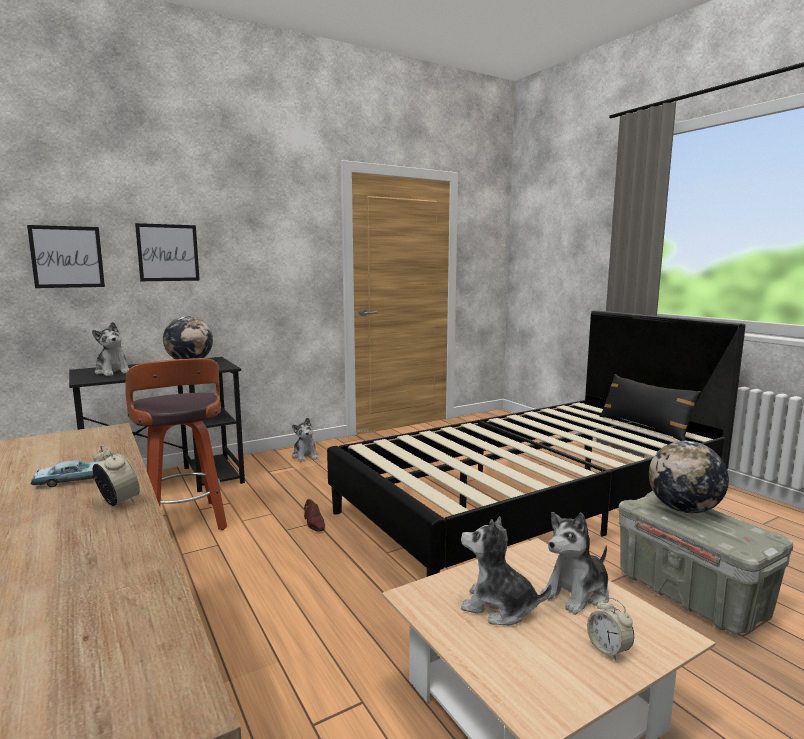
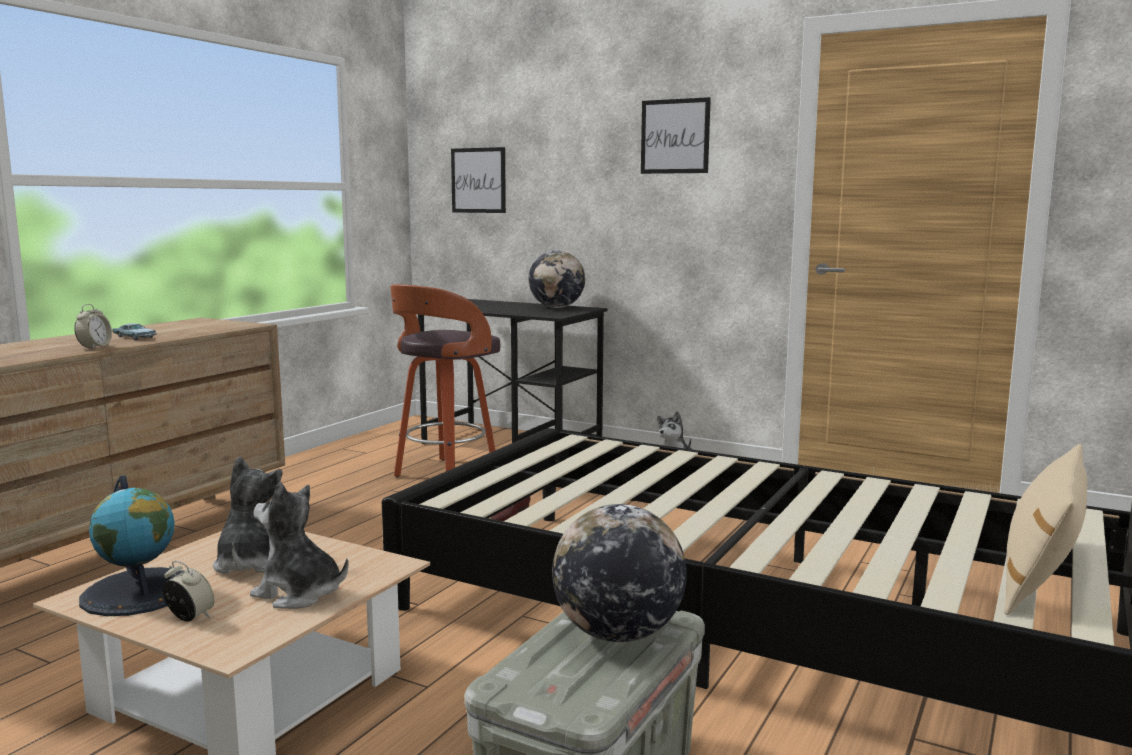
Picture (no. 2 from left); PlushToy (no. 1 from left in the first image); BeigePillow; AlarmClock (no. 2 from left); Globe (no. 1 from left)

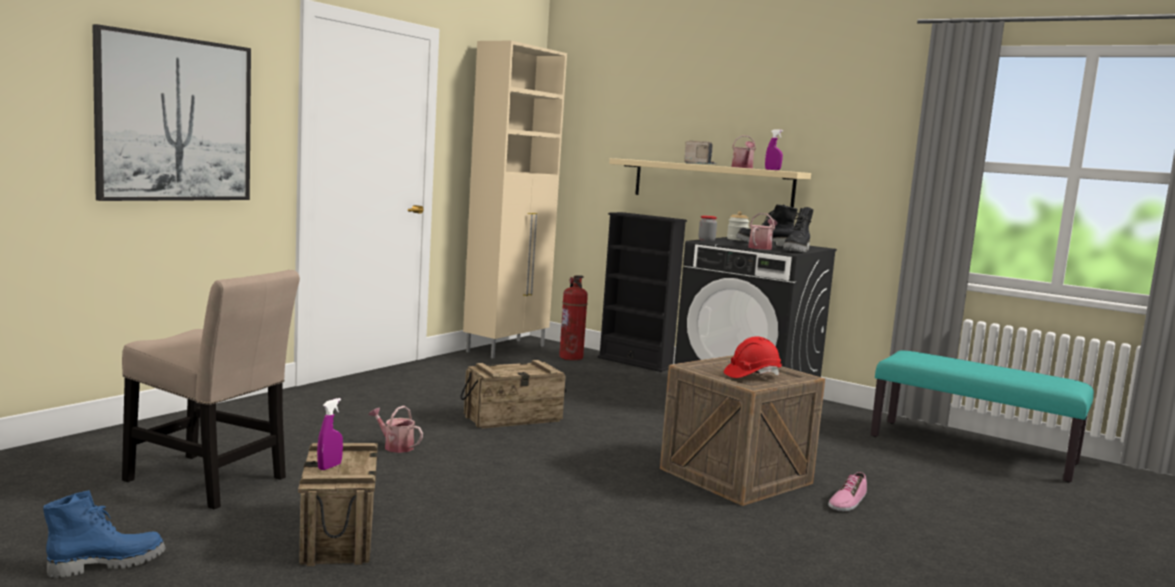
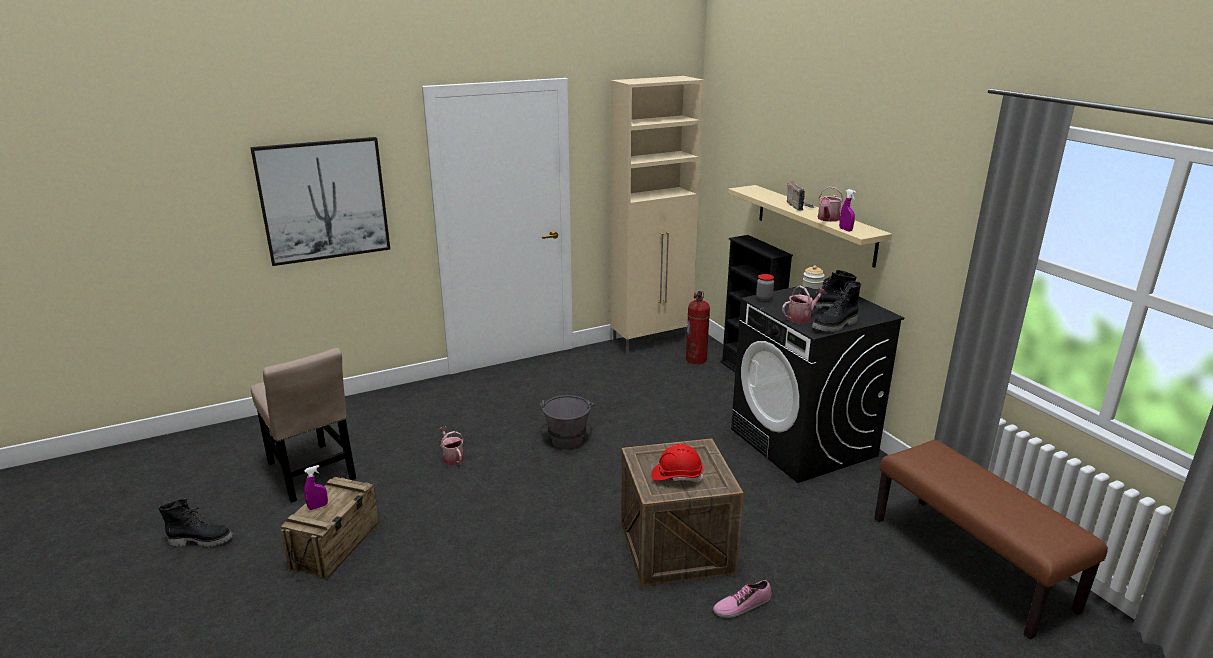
BrownBench; GreyBucket; BlackBoot (no. 1 from left)

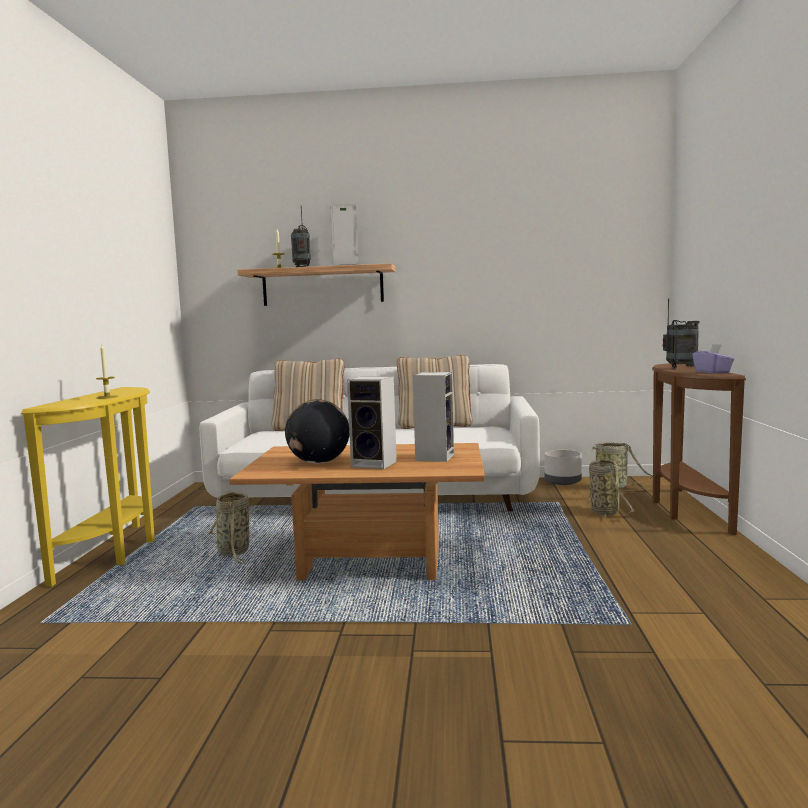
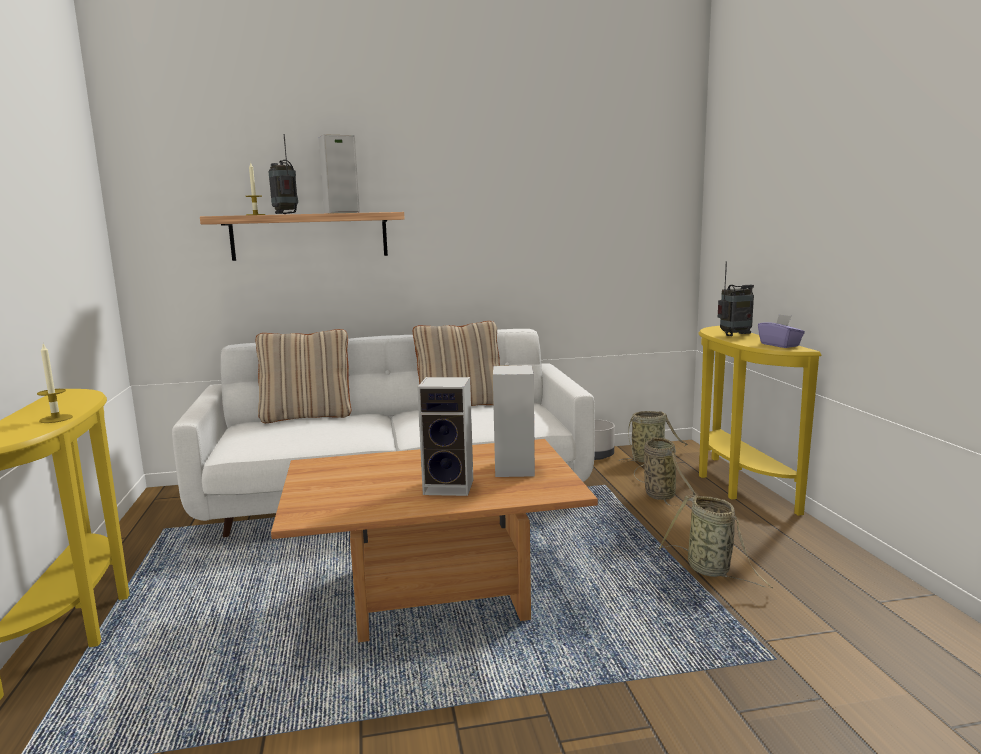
YellowConsoleTable (no. 2 from left); Globe; Basket (no. 3 from left)

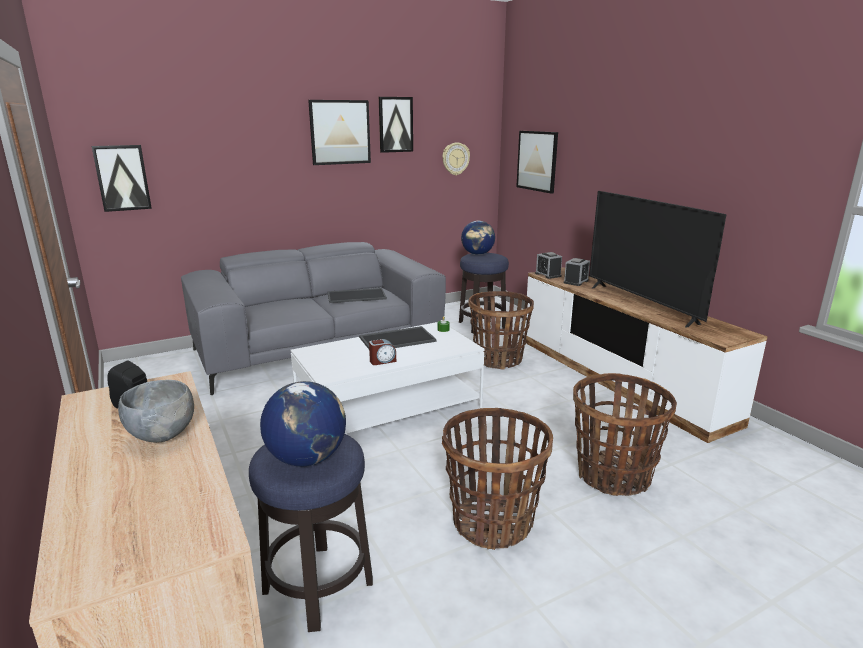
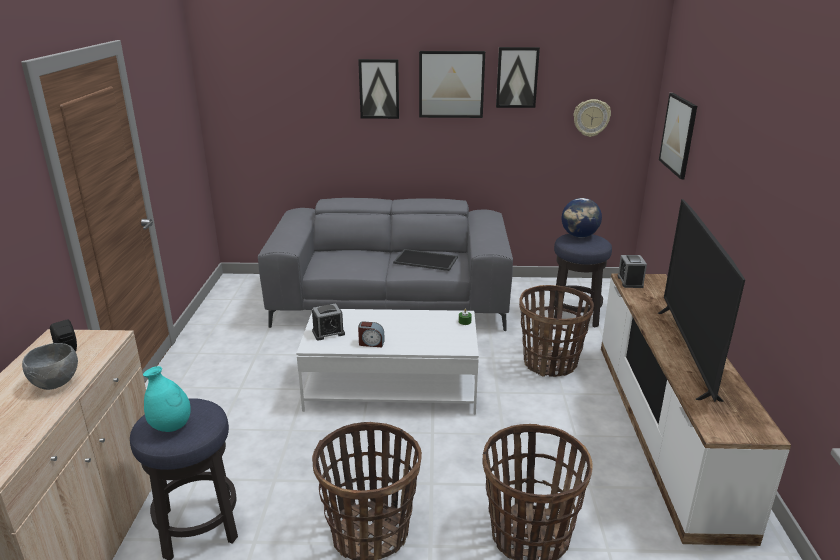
Picture (no. 1 from left); AlarmClock (no. 1 from left); Tray (no. 2 from left in the first image); TurquoiseVase

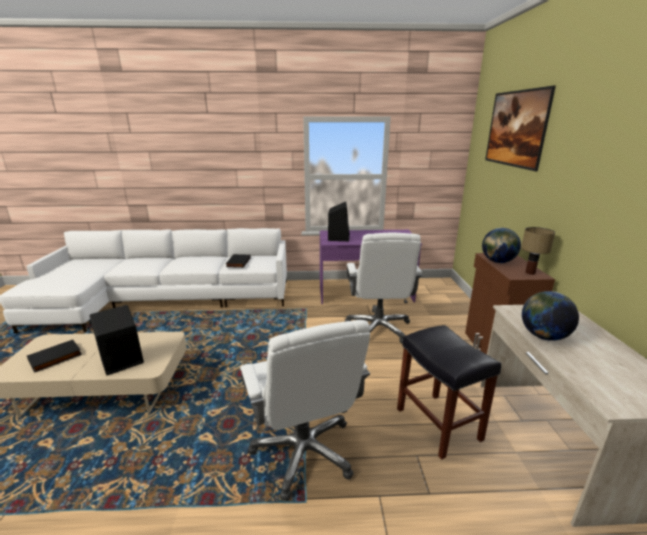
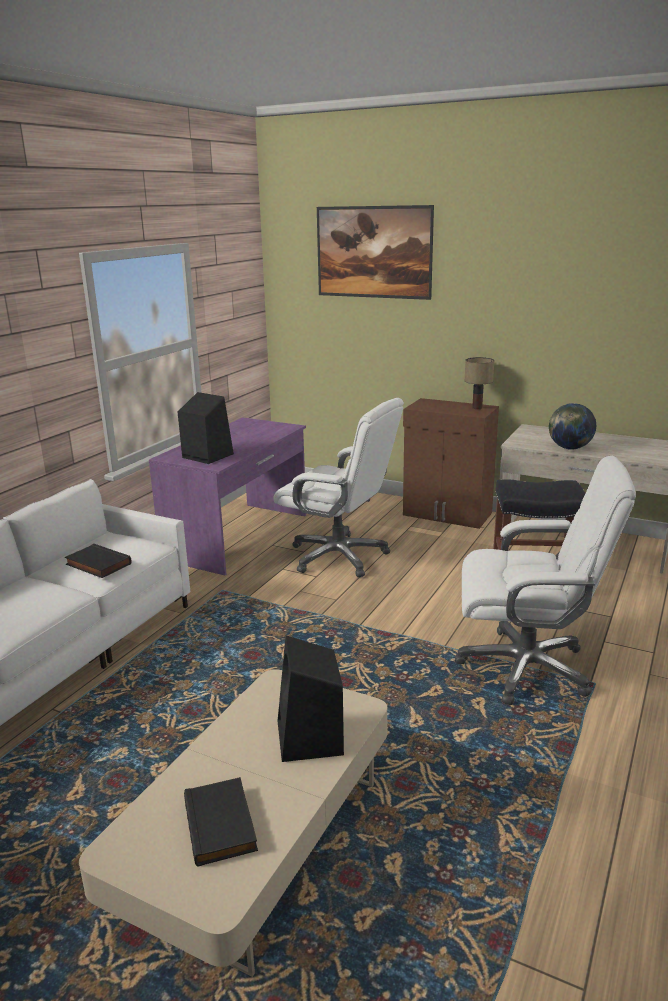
Globe (no. 1 from left in the first image)

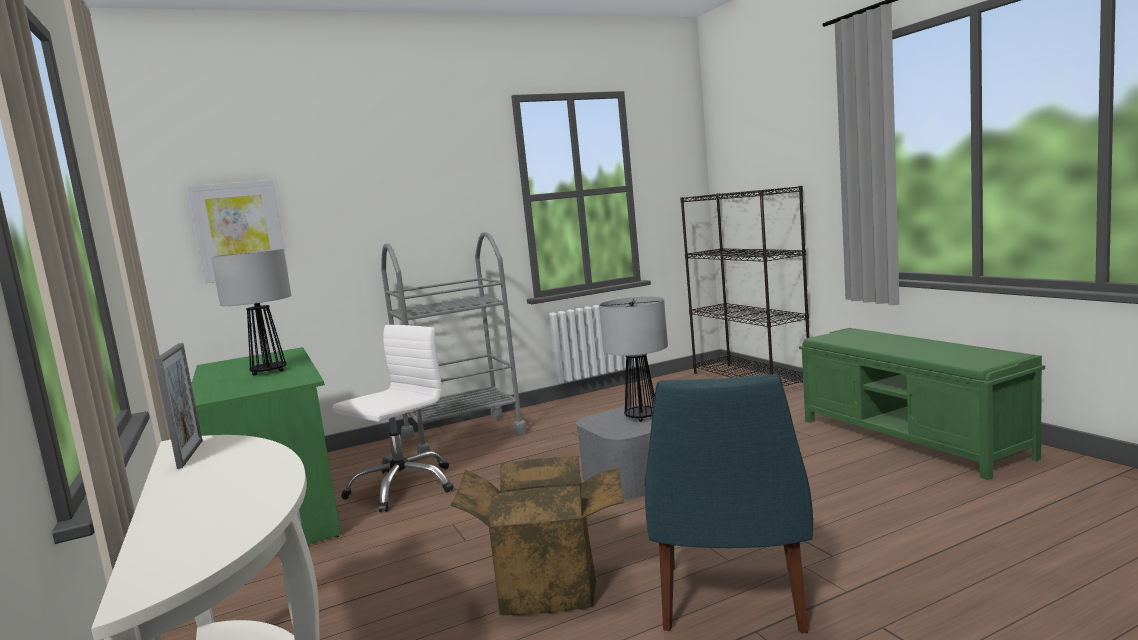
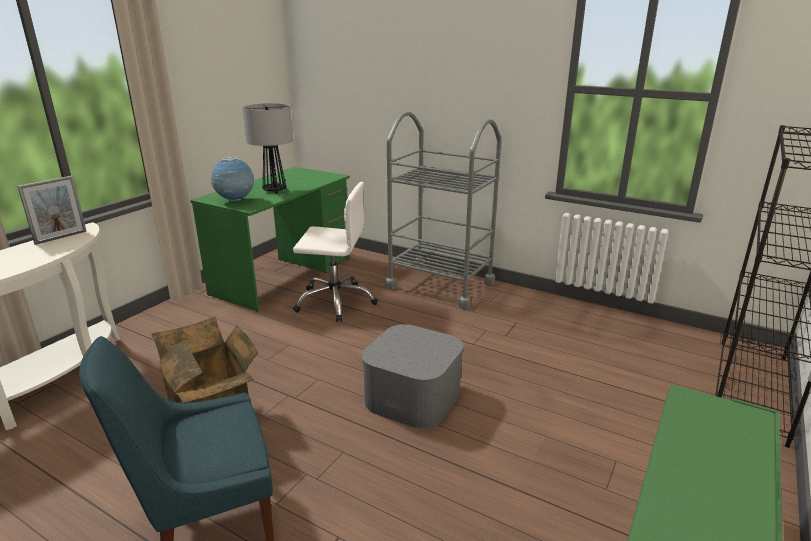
Picture; TableLamp (no. 2 from left in the first image); Globe

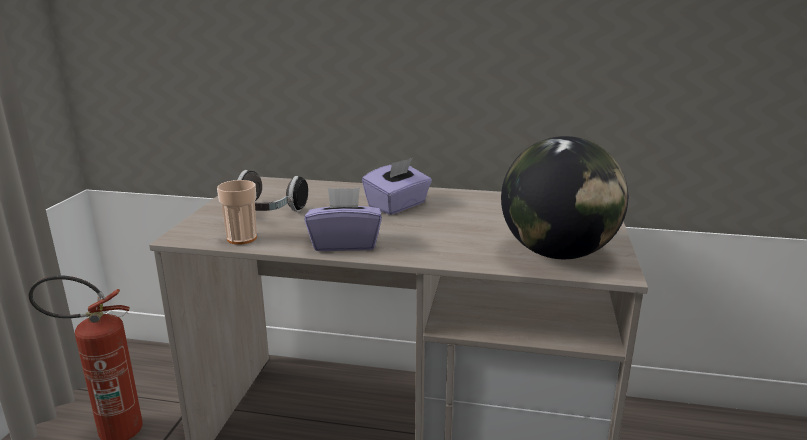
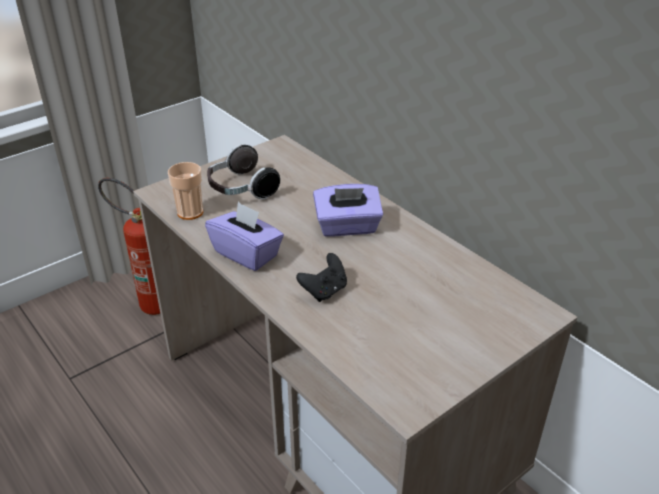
Globe; BlackGameController

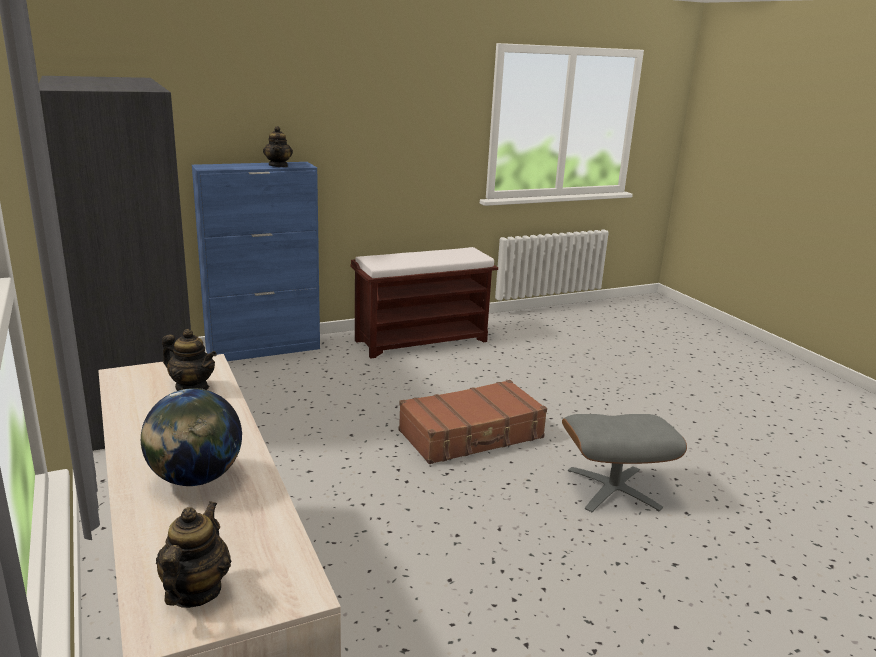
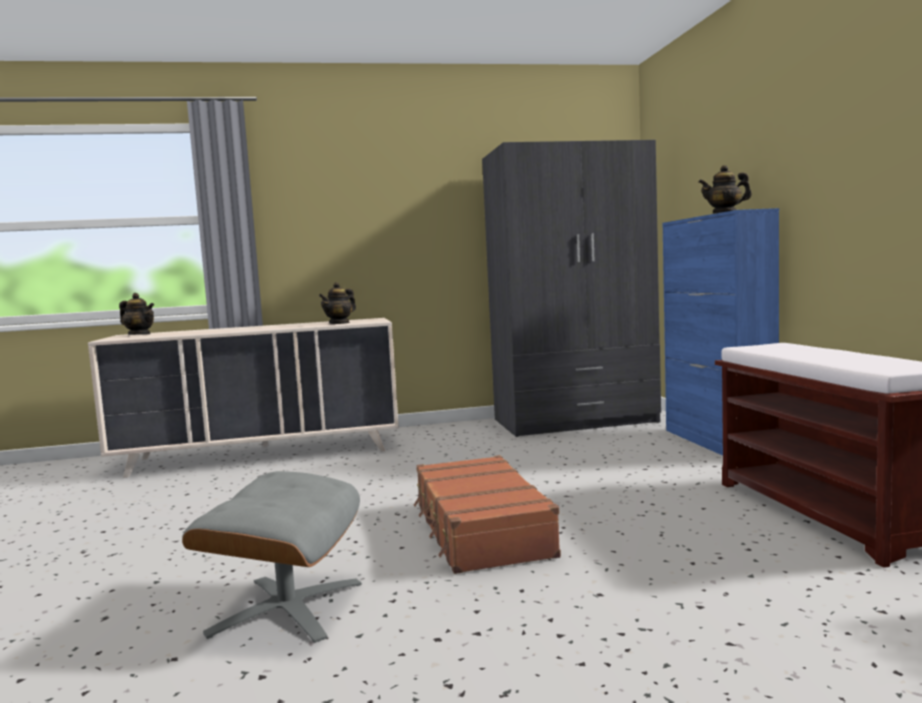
Globe

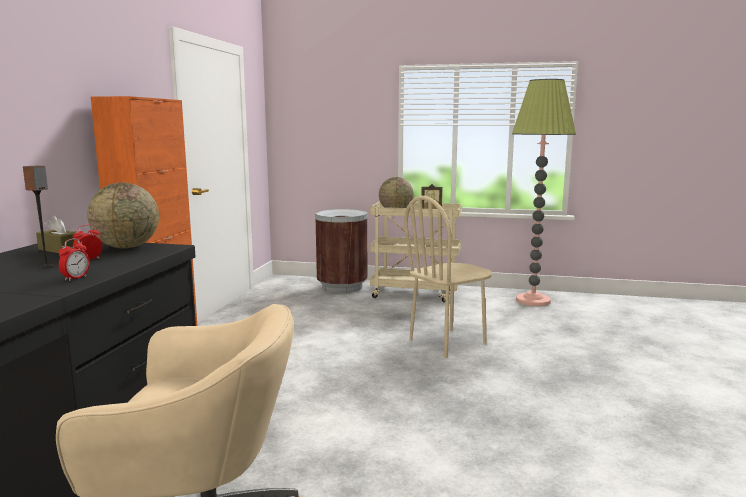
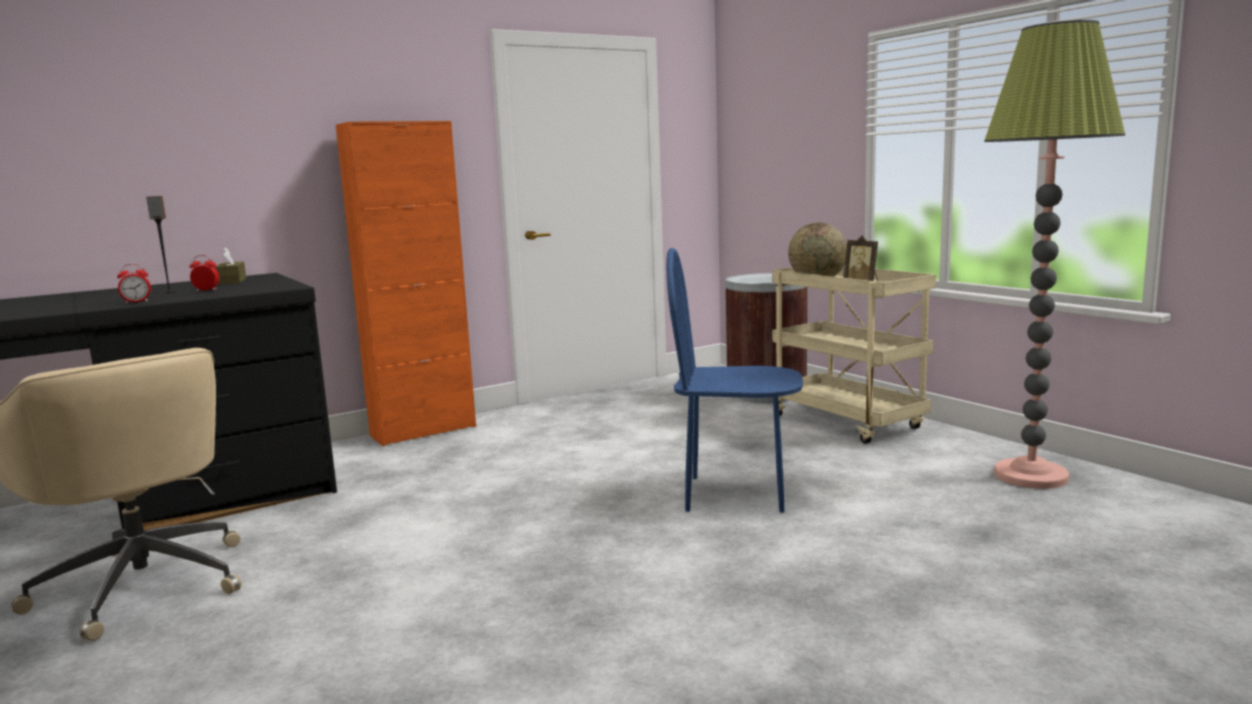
Globe (no. 1 from left in the first image); BlueChair

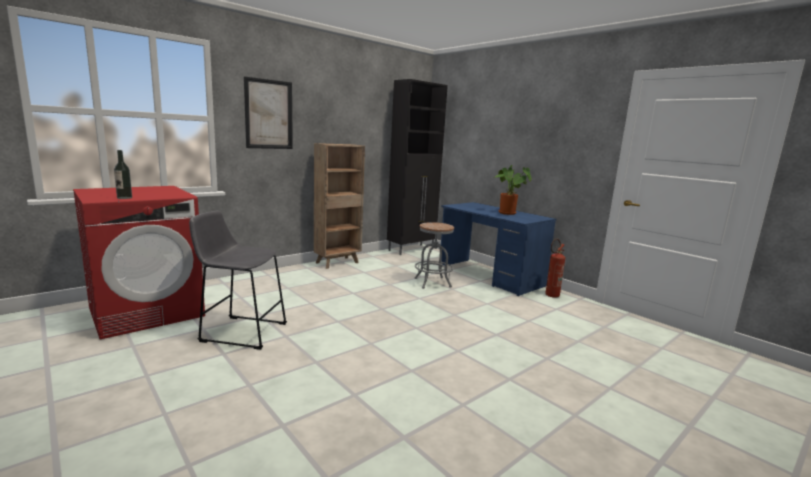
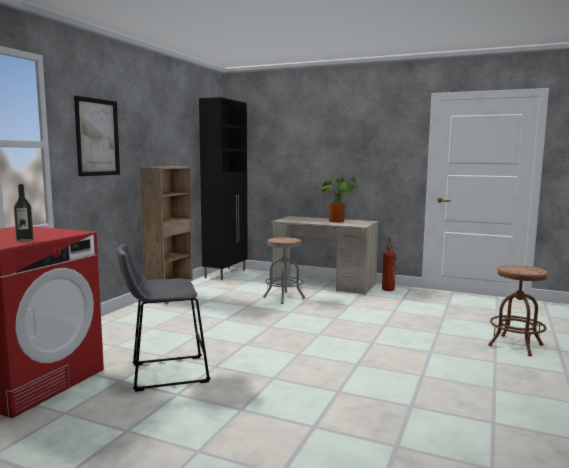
BeigeDesk; BrownStool

